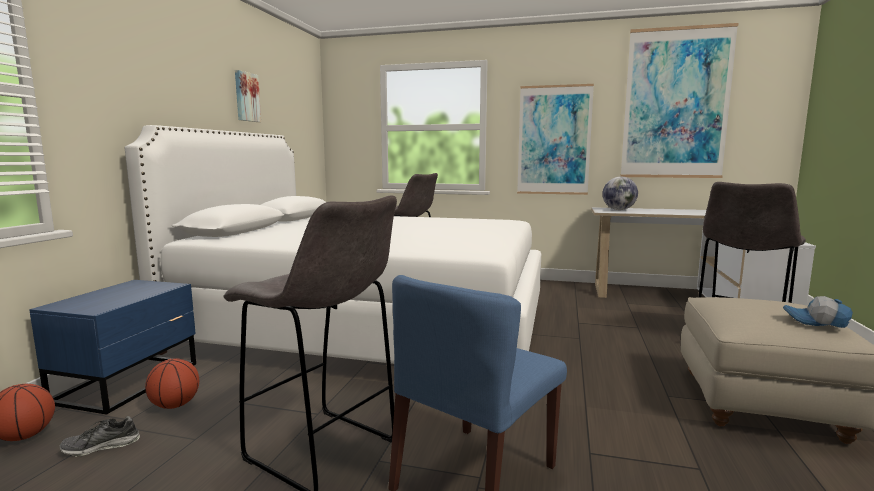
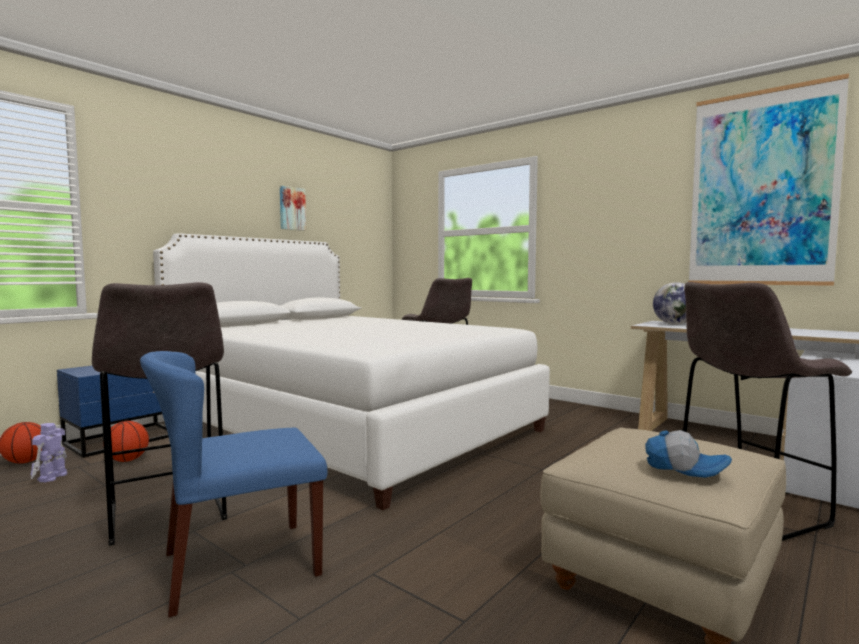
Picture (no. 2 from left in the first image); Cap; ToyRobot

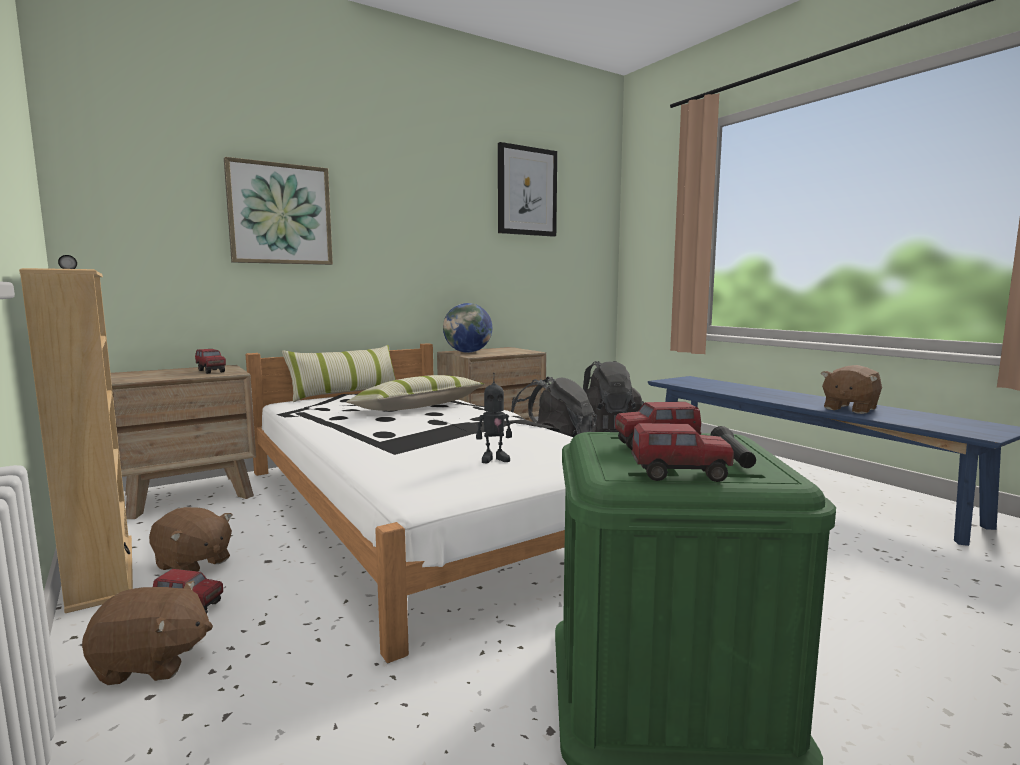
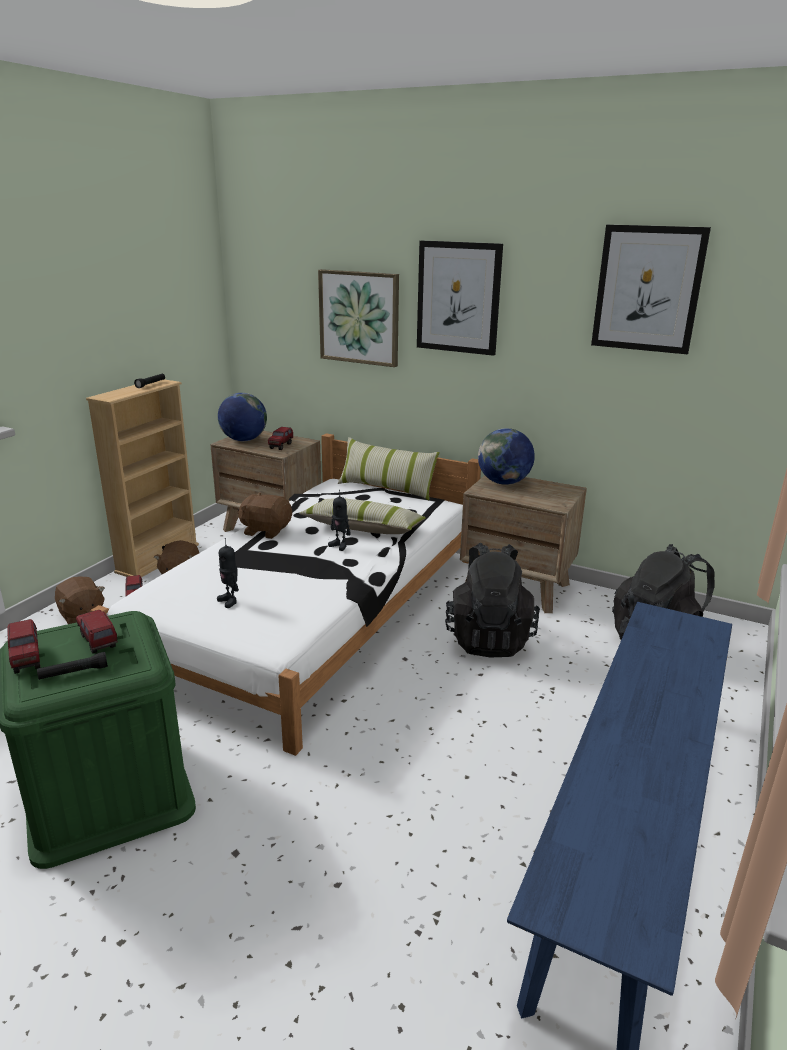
BrownPlushToy (no. 3 from left); Picture (no. 2 from left); Globe (no. 1 from left); ToyRobot (no. 2 from left)

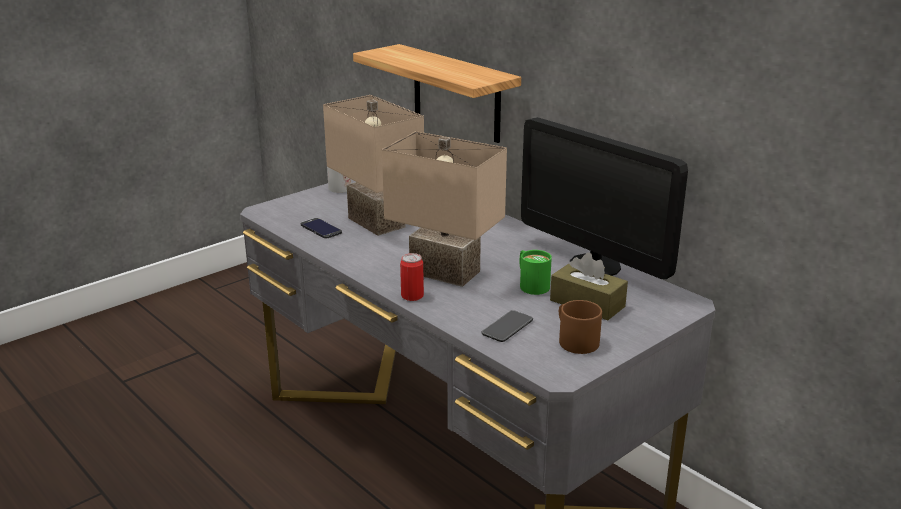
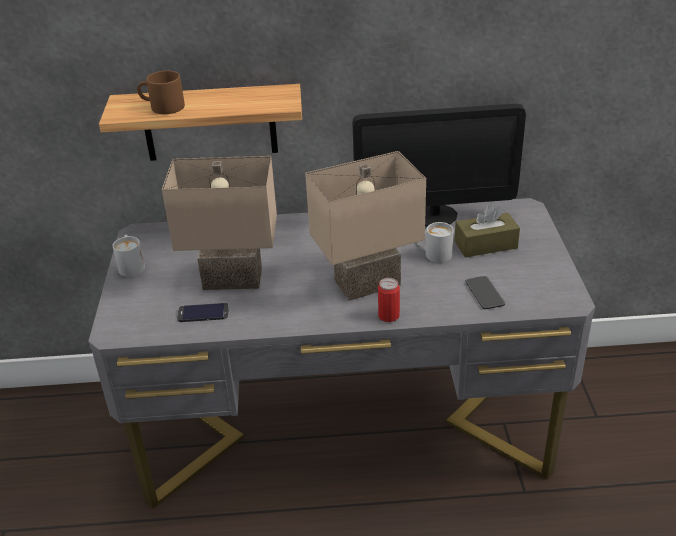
WhiteMug (no. 2 from left); BrownMug

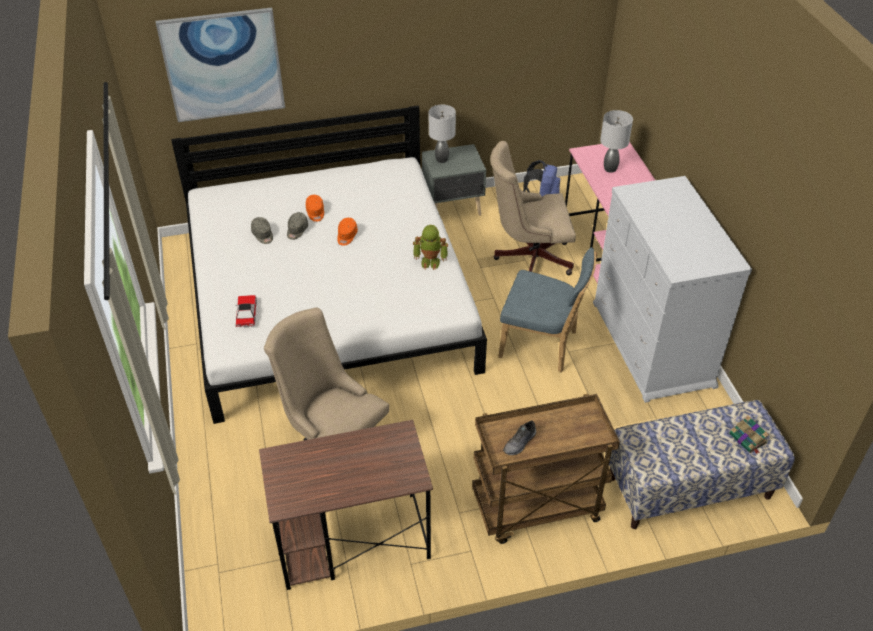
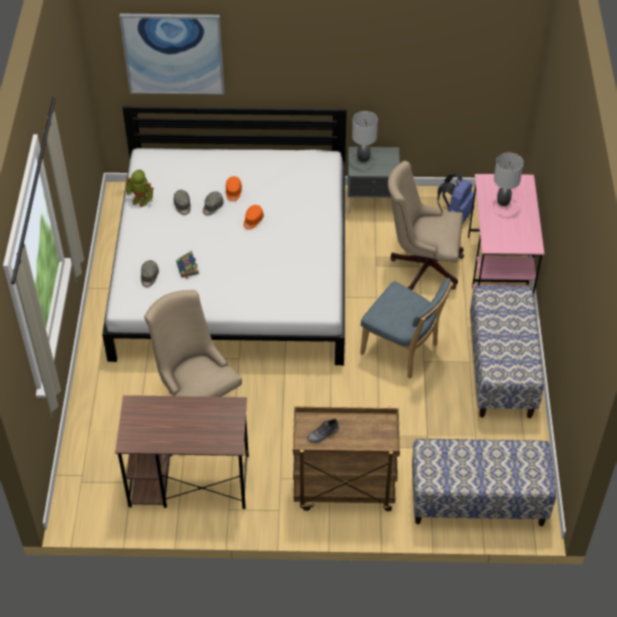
Bench (no. 2 from left); ToyRobot; GreyCap (no. 1 from left); Book

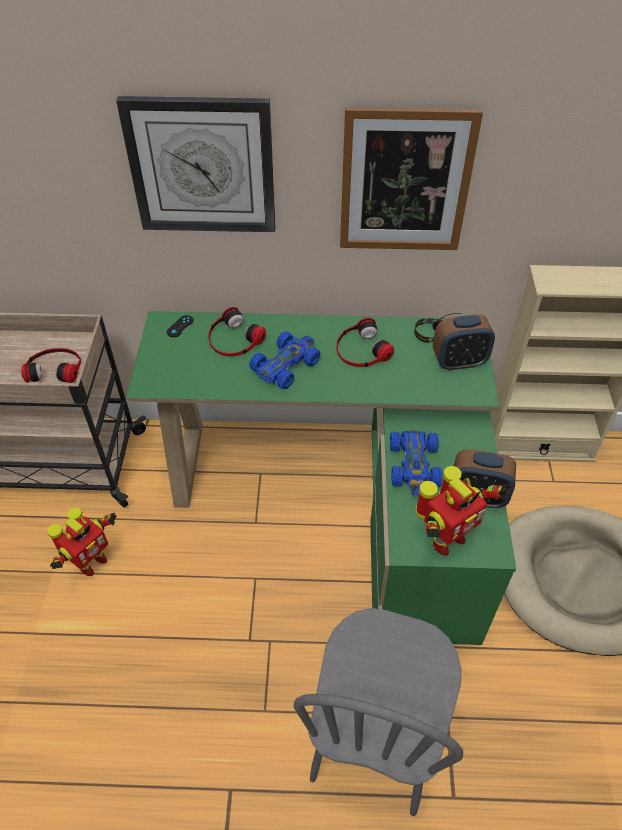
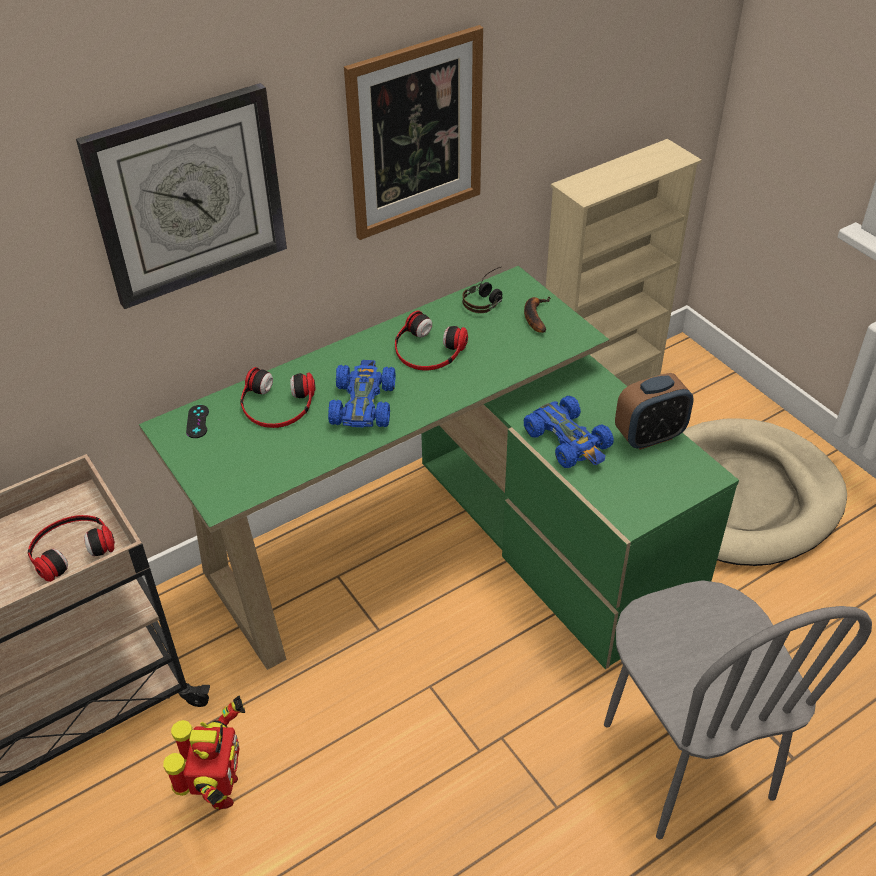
Banana; ToyRobot (no. 2 from left in the first image)

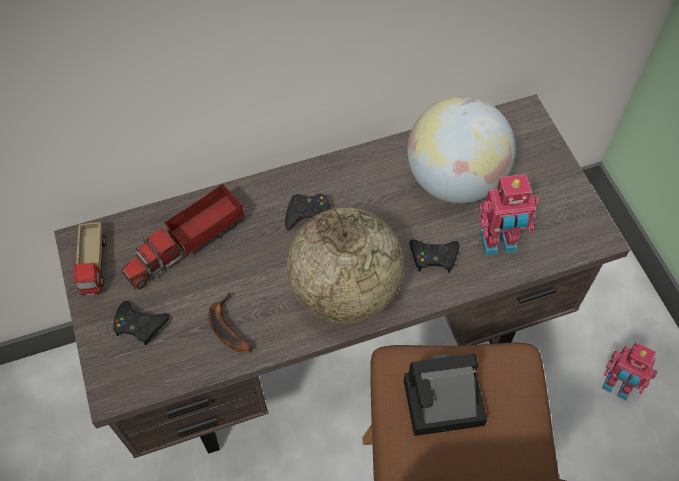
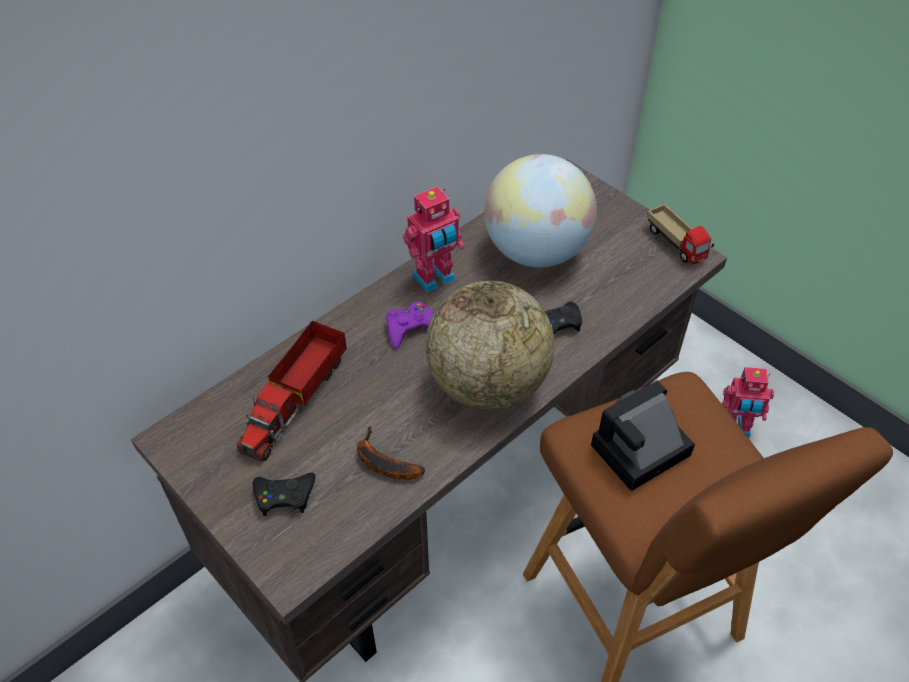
ToyRobot (no. 1 from left); PurpleGameController; ToyTruck (no. 2 from left)

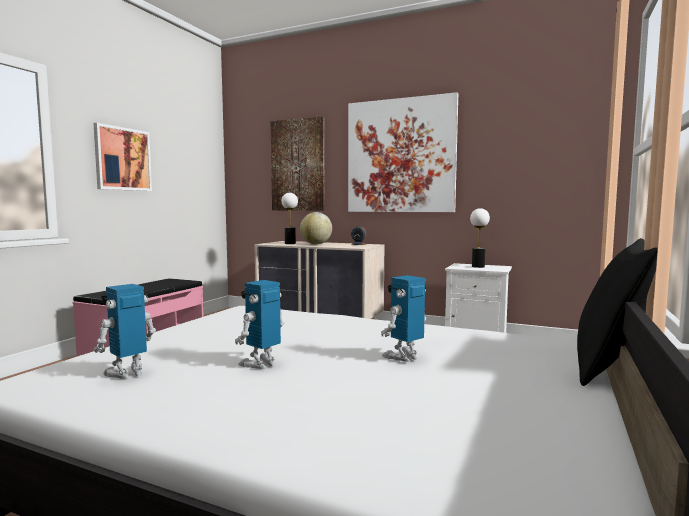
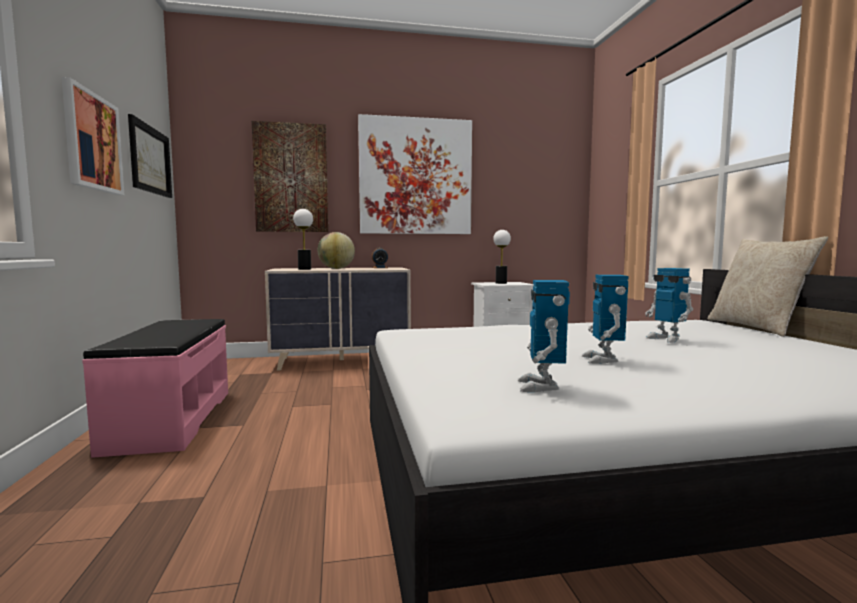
BeigePillow; ToyRobot (no. 3 from left); Picture (no. 2 from left)

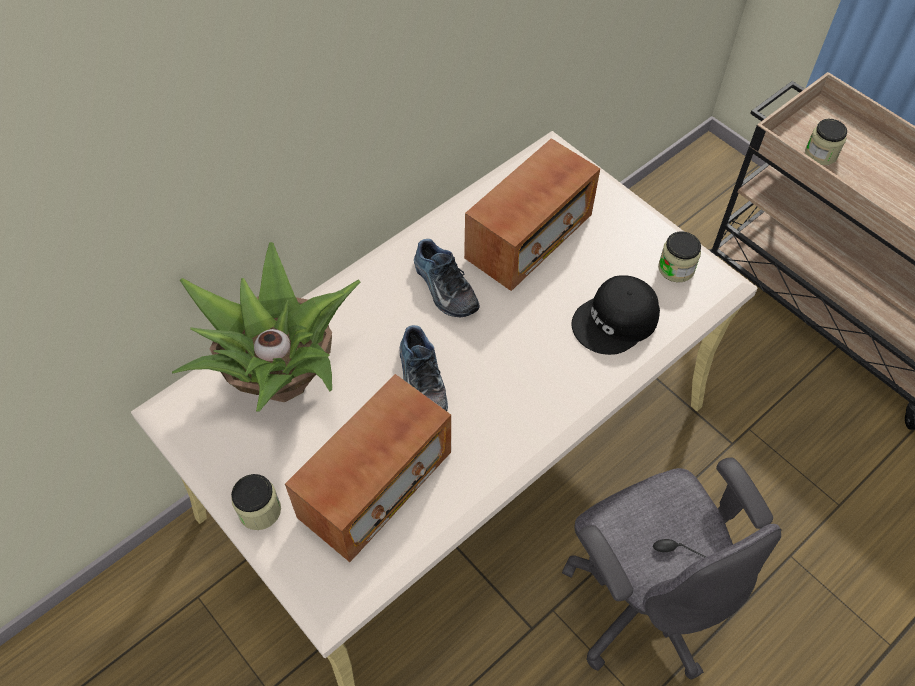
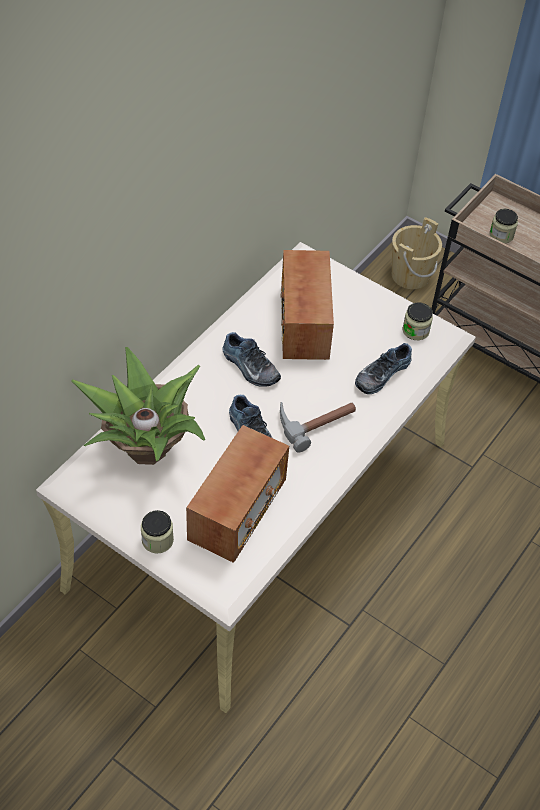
Radio (no. 2 from left); Shoe (no. 3 from left); GreyOfficeChair; BeigeBucket; Hammer

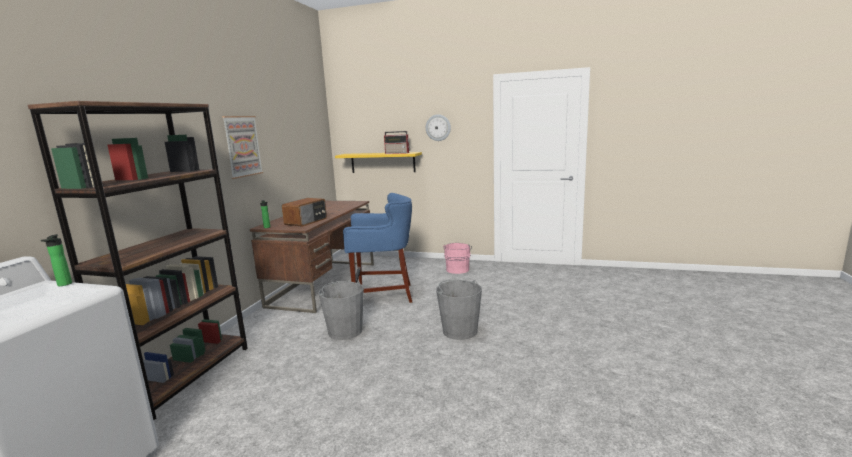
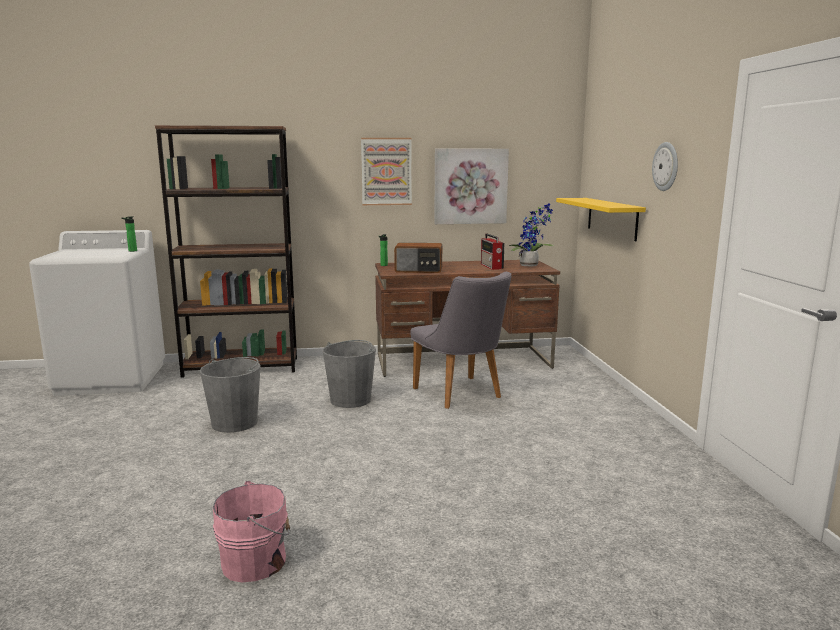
Radio (no. 2 from left); GreyChair; PinkBucket; GreyBucket (no. 1 from left); Picture (no. 2 from left); PottedPlant

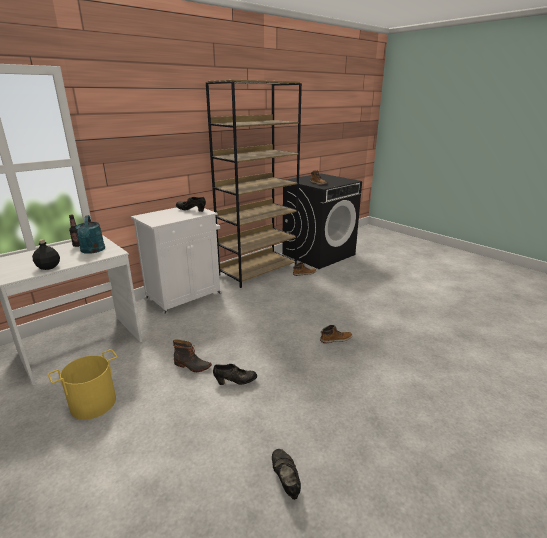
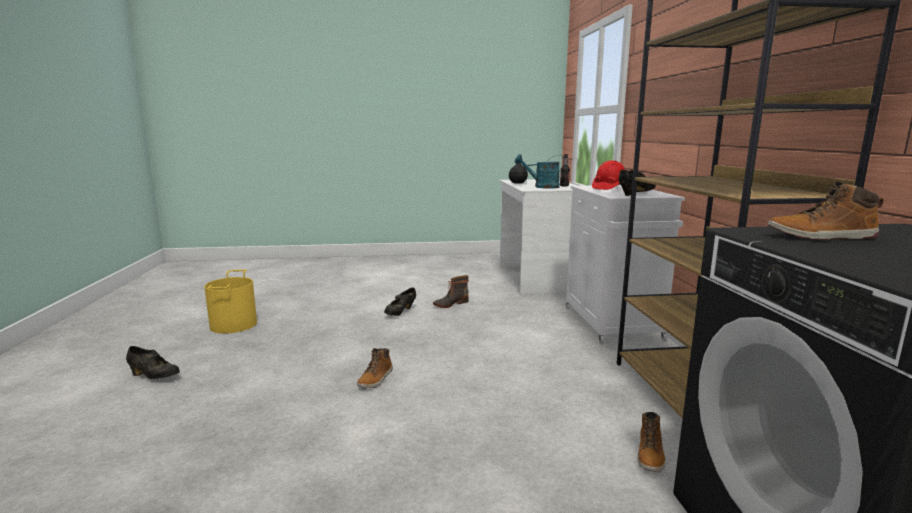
YellowBucket; BlackShoe (no. 1 from left); RedHardHat

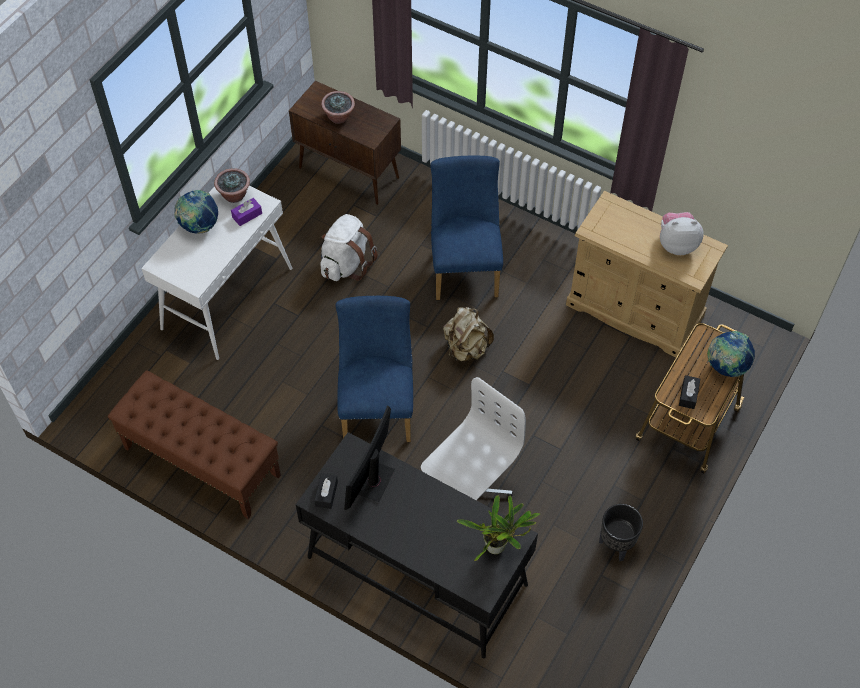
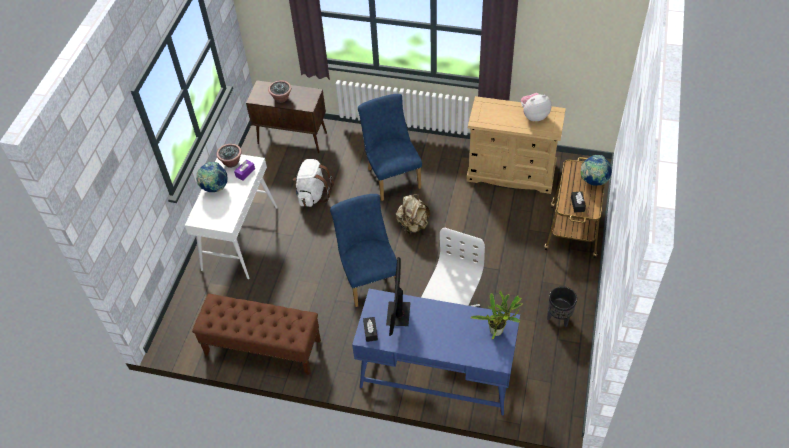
BlueDesk

